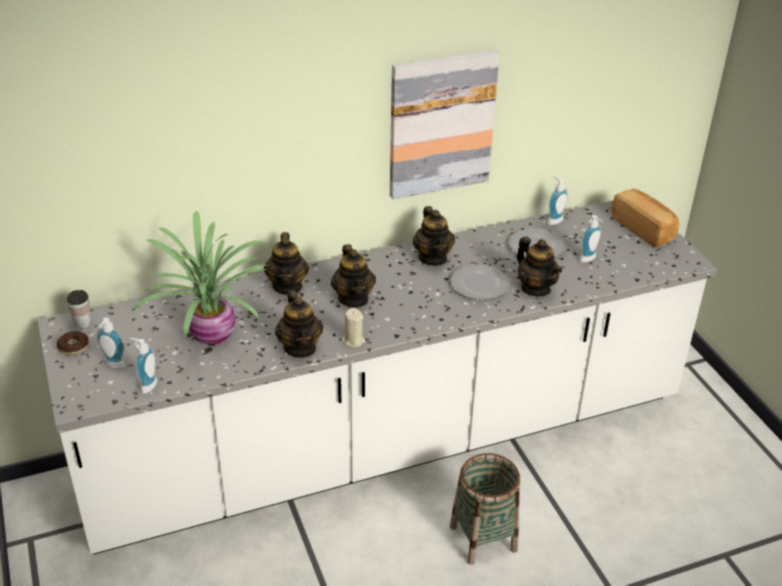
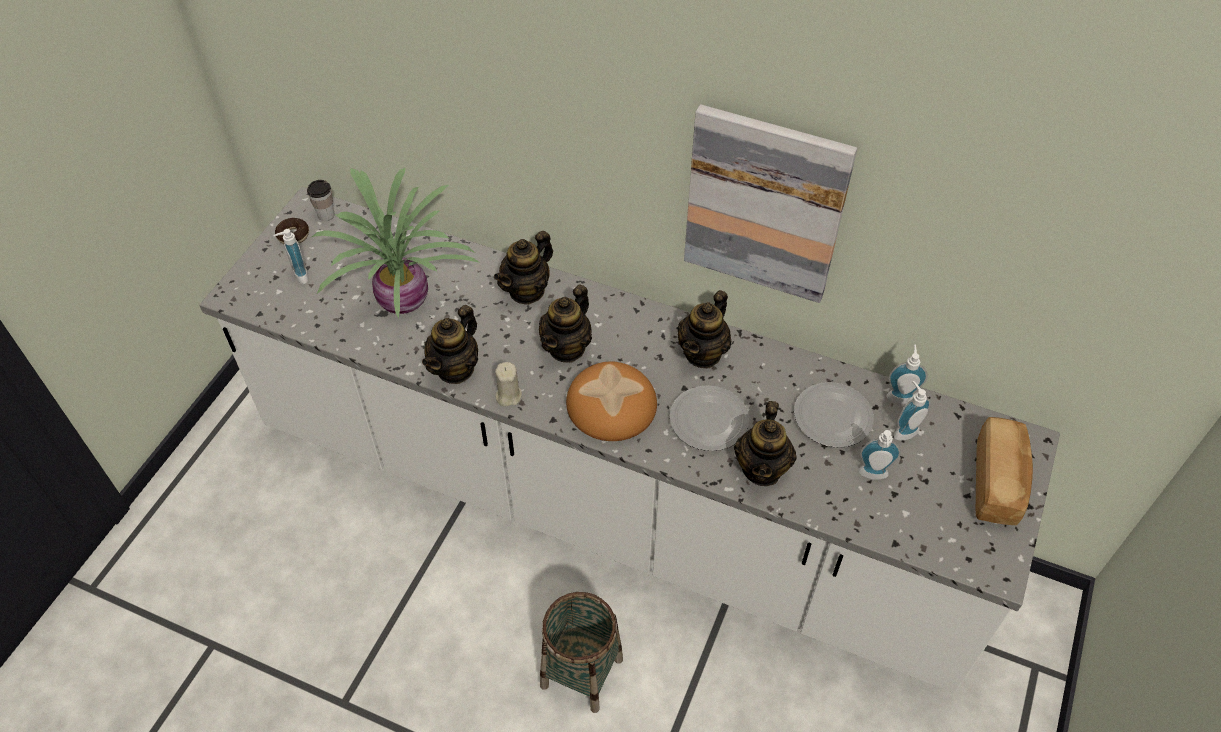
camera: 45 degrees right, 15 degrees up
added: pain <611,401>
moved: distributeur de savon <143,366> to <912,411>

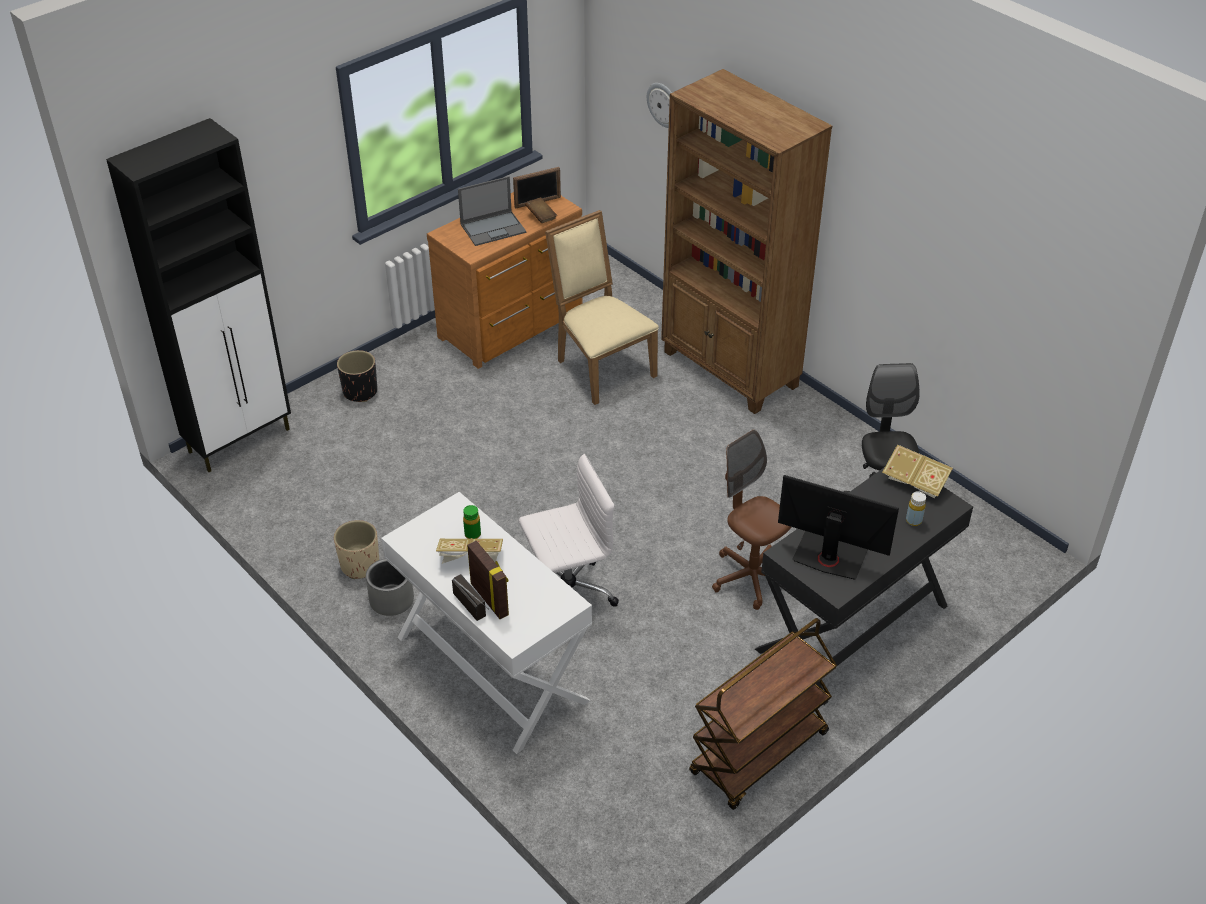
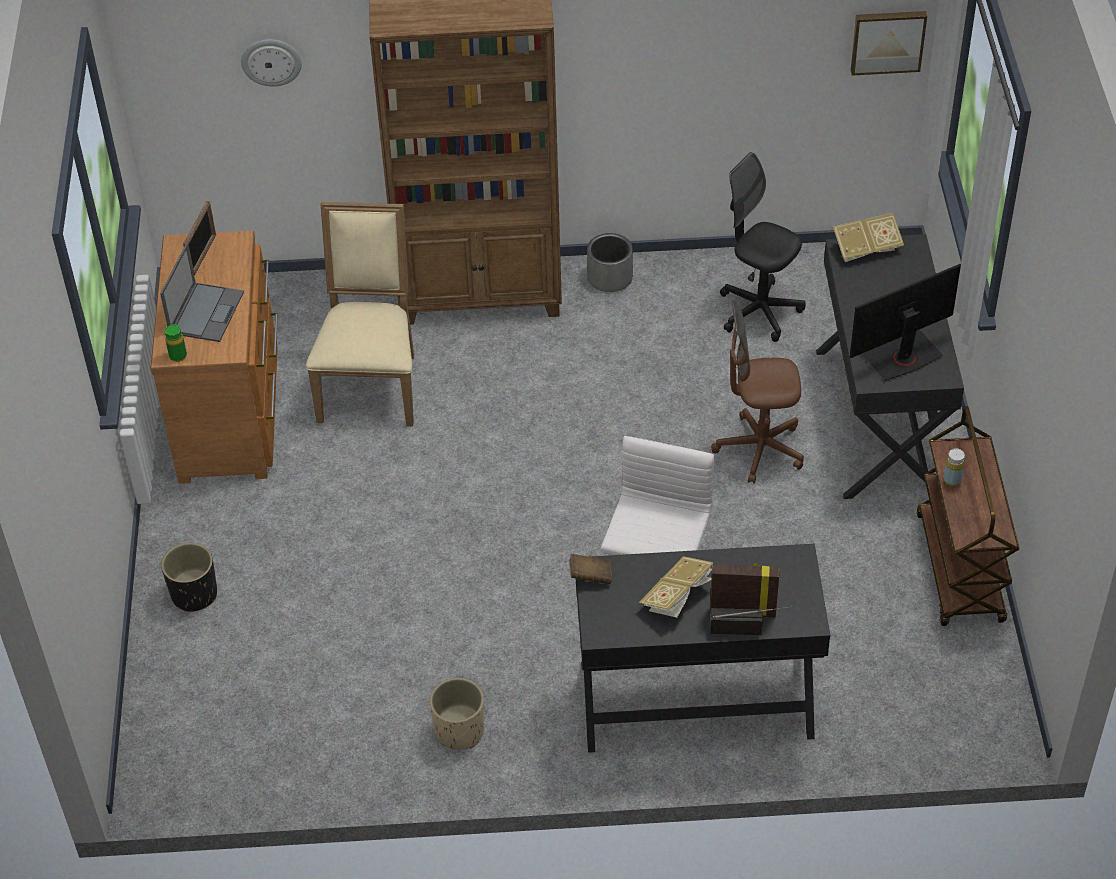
camera: 50 degrees left, 5 degrees up
removed: meuble de rangement [noir] <198,295>
added: tableau <889,43>
moved: livre [marron] <541,210> to <590,569>; bouteille [jaune] <916,508> to <954,467>; bouteille [vert] <472,522> to <176,343>; cache-pot [gris] <390,587> to <610,262>
recoloured: bureau [blanc] <486,623> to bureau [noir] <702,648>
turned: chaise [beige] <602,307> = <360,314> 90 degrees clockwise

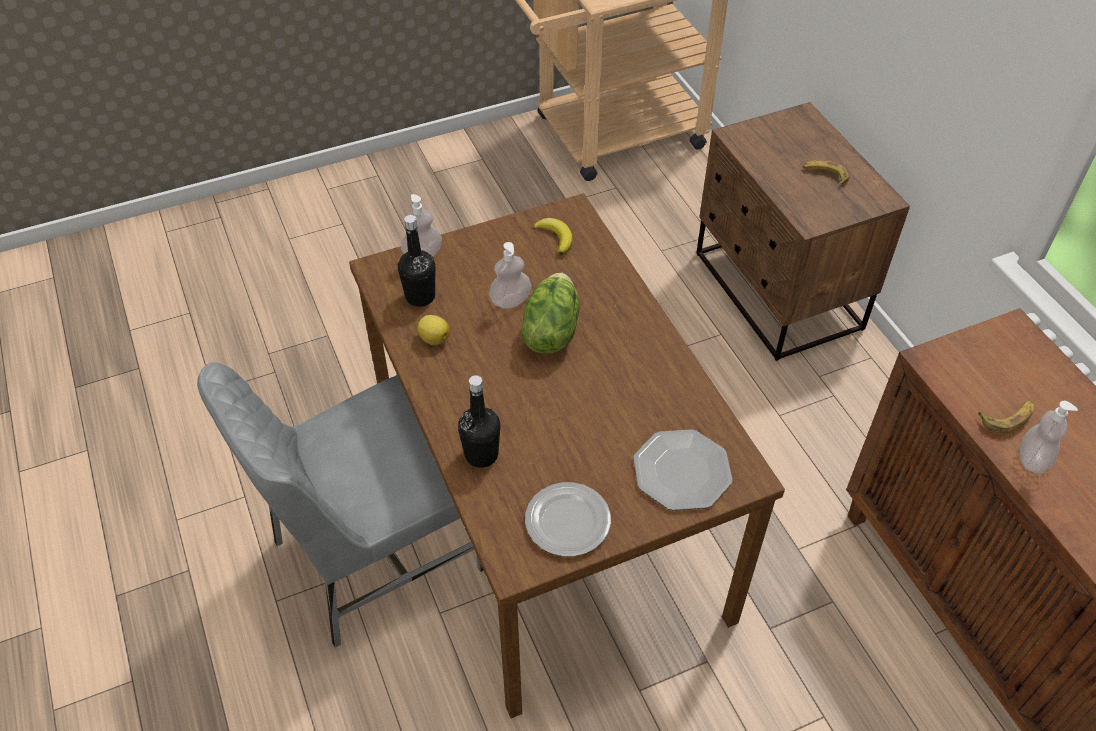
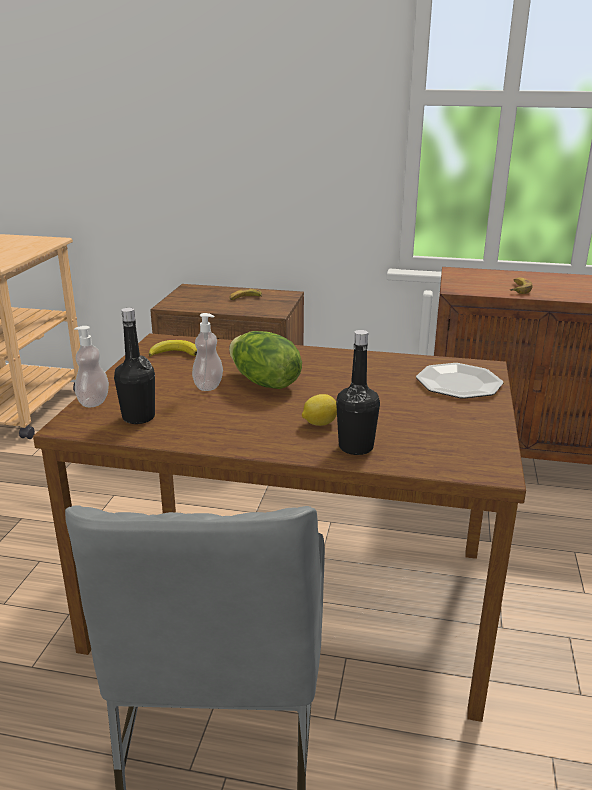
camera: 55 degrees left, 25 degrees down
removed: distributeur de savon <1049,437>; assiette <568,519>
moved: citron <433,330> to <319,410>

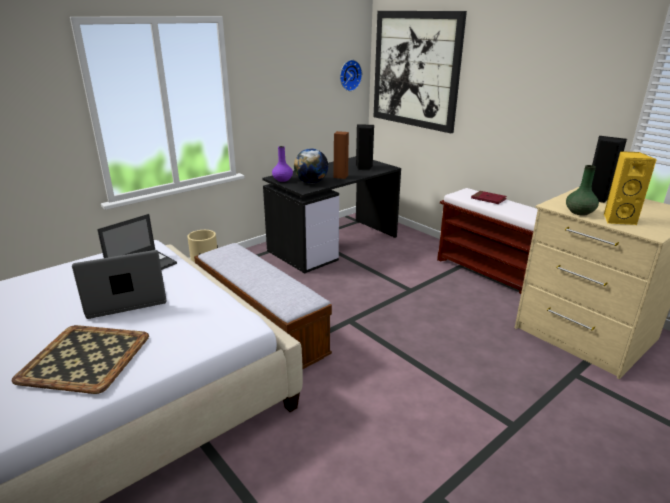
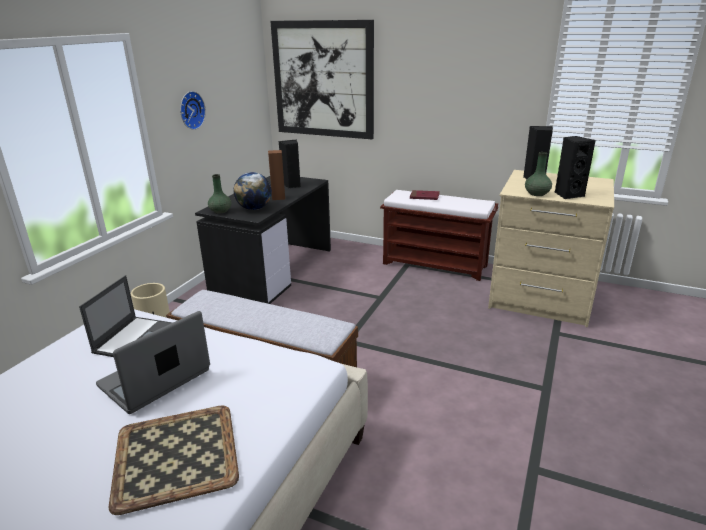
camera: 25 degrees left, 0 degrees up
moved: horloge murale <351,75> to <193,110>
recoloured: vase [violet] <282,164> to vase [vert] <220,194>; enceinte [jaune] <630,188> to enceinte [noir] <575,167>

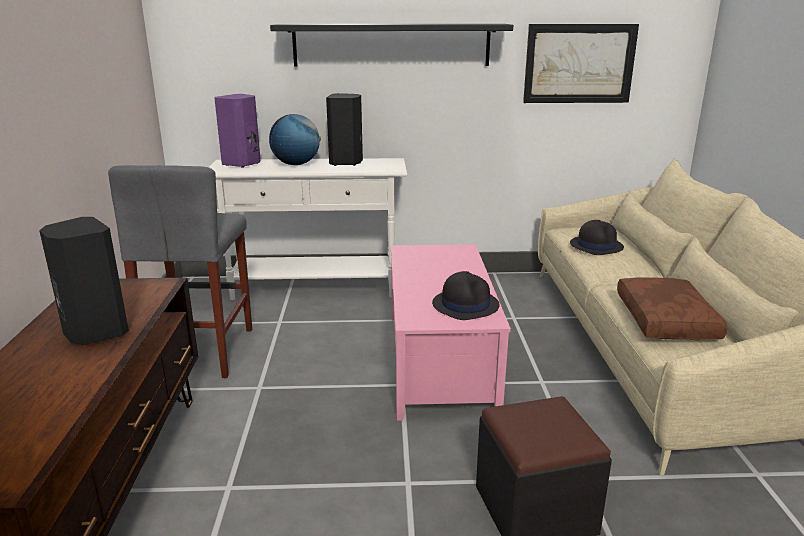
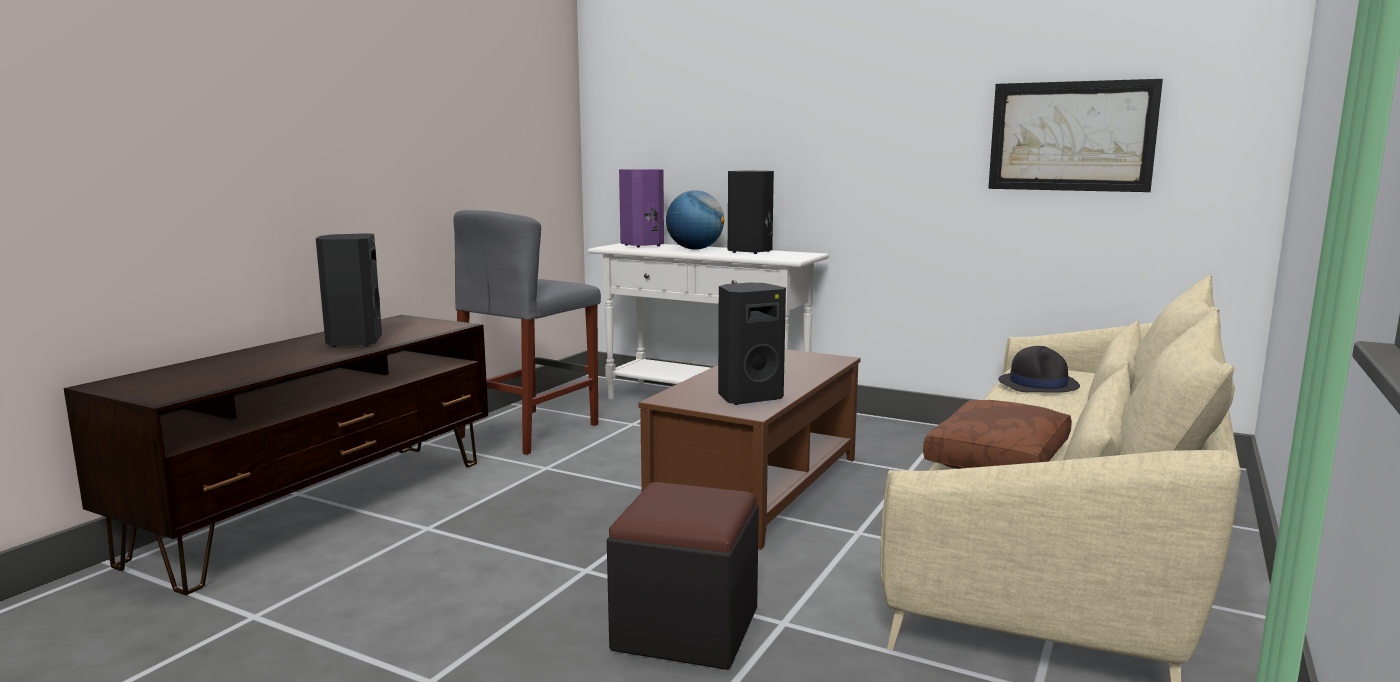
camera: 30 degrees right, 10 degrees down
removed: étagère [noir] <391,45>
replaced: chapeau [noir] <466,295> to enceinte [noir] <752,344>
recoloured: table basse [rose] <451,332> to table basse [marron] <750,449>

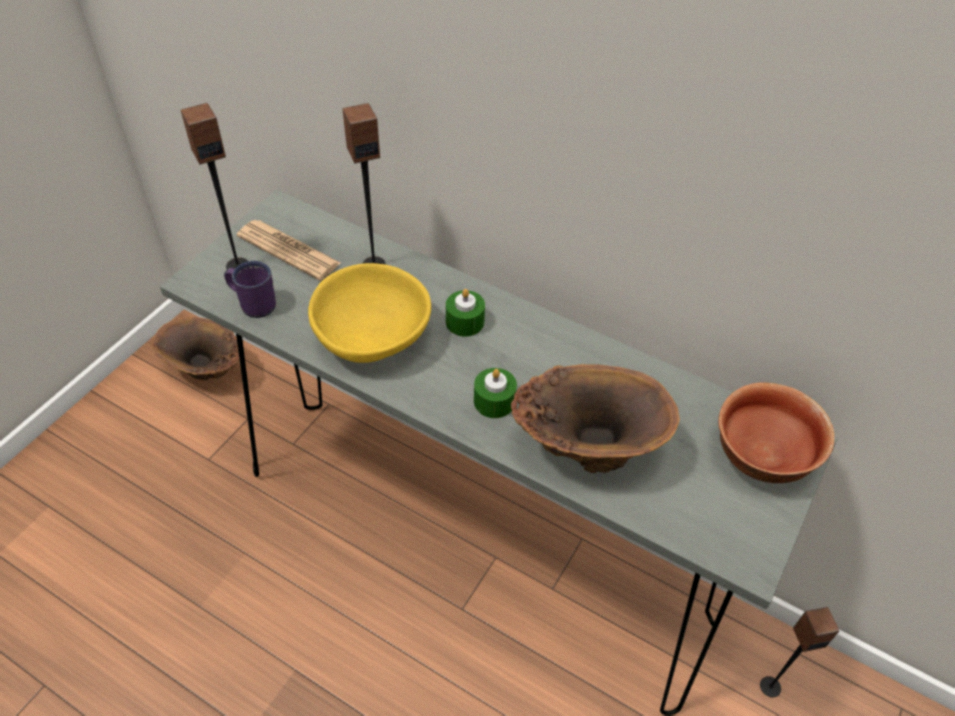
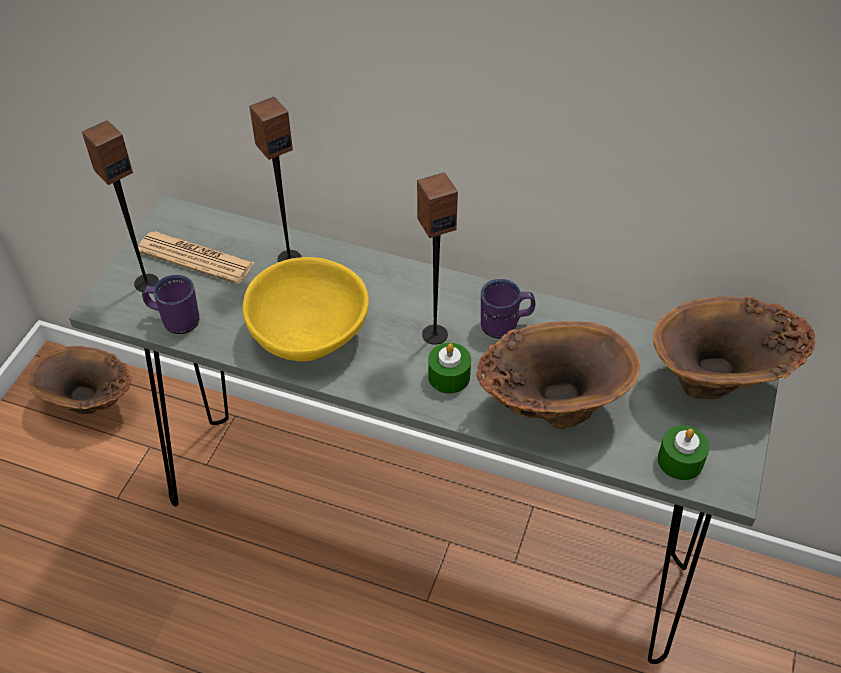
camera: 10 degrees left, 0 degrees up
added: mug [violet] <508,309>
moved: bougie [vert] <465,313> to <683,452>; enceinte <799,652> to <437,258>
replaced: bol <776,432> to vase [marron] <734,347>

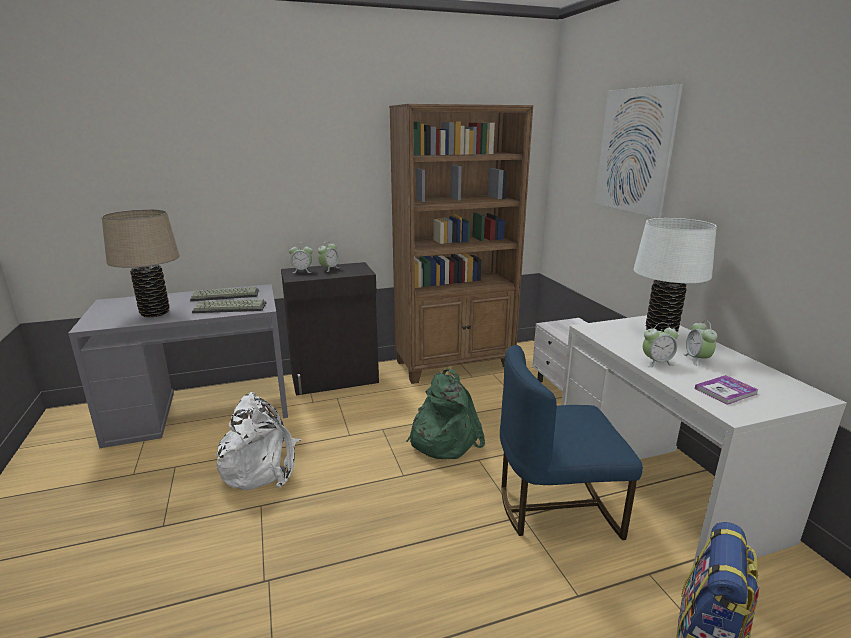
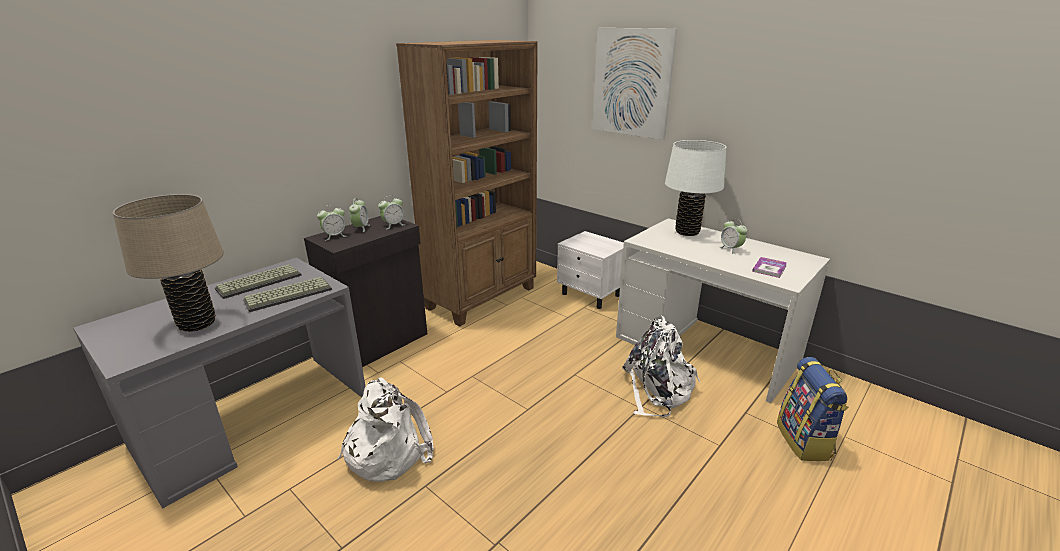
camera: 30 degrees left, 5 degrees up
removed: sac à dos [vert] <446,414>
moved: réveil <661,345> to <391,212>
replaced: chaise [bleu] <571,442> to sac à dos [blanc] <661,366>

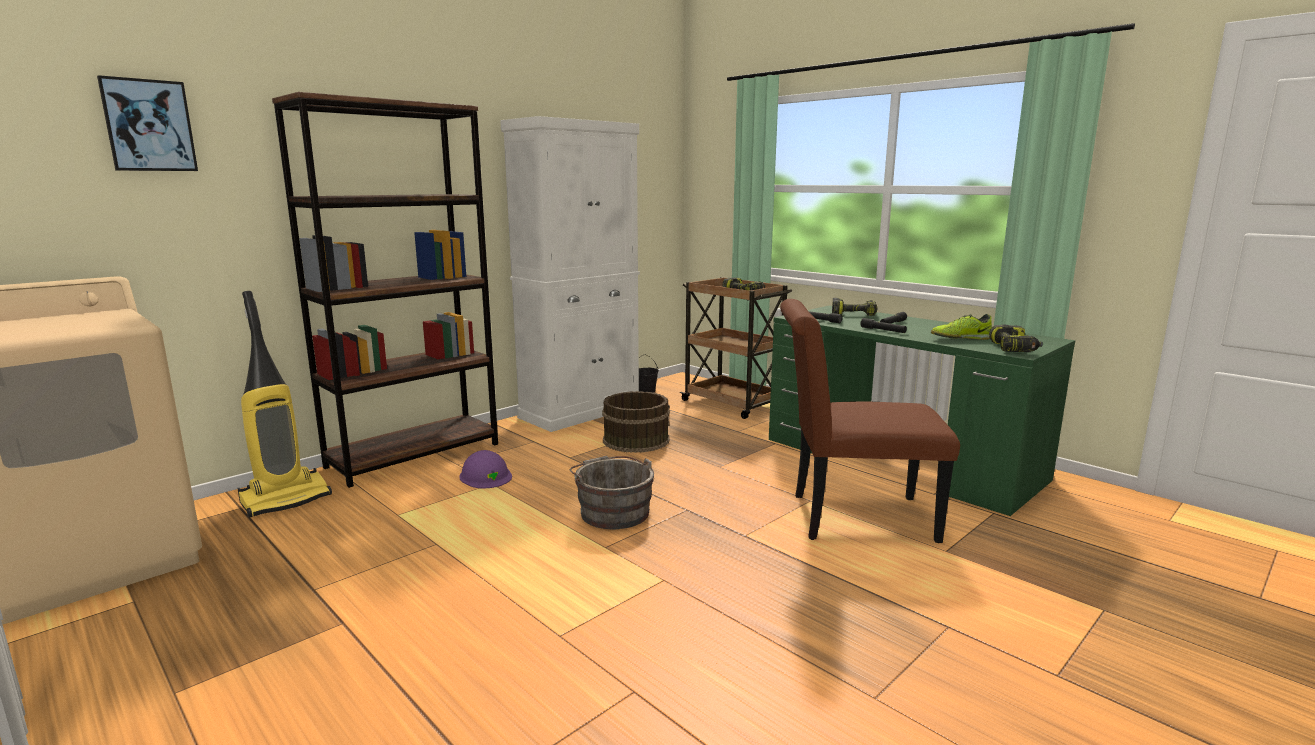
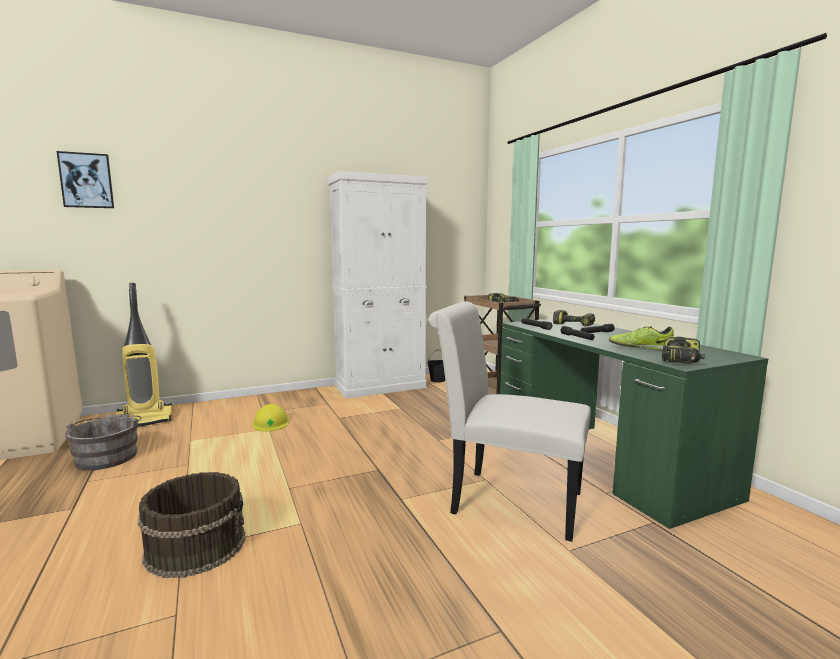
camera: 20 degrees right, 5 degrees down
removed: bibliothèque [marron] <385,290>
moved: seau [marron] <636,422> to <191,525>; seau [gris] <612,492> to <103,442>
recoloured: chaise [marron] <870,421> to chaise [blanc] <509,421>; casque de chantier [violet] <485,469> to casque de chantier [jaune] <271,418>

